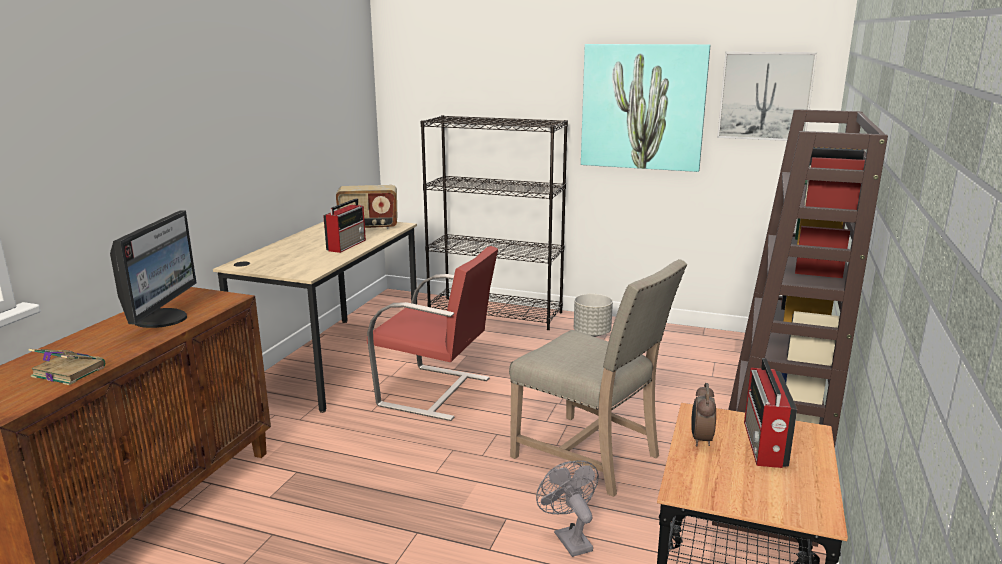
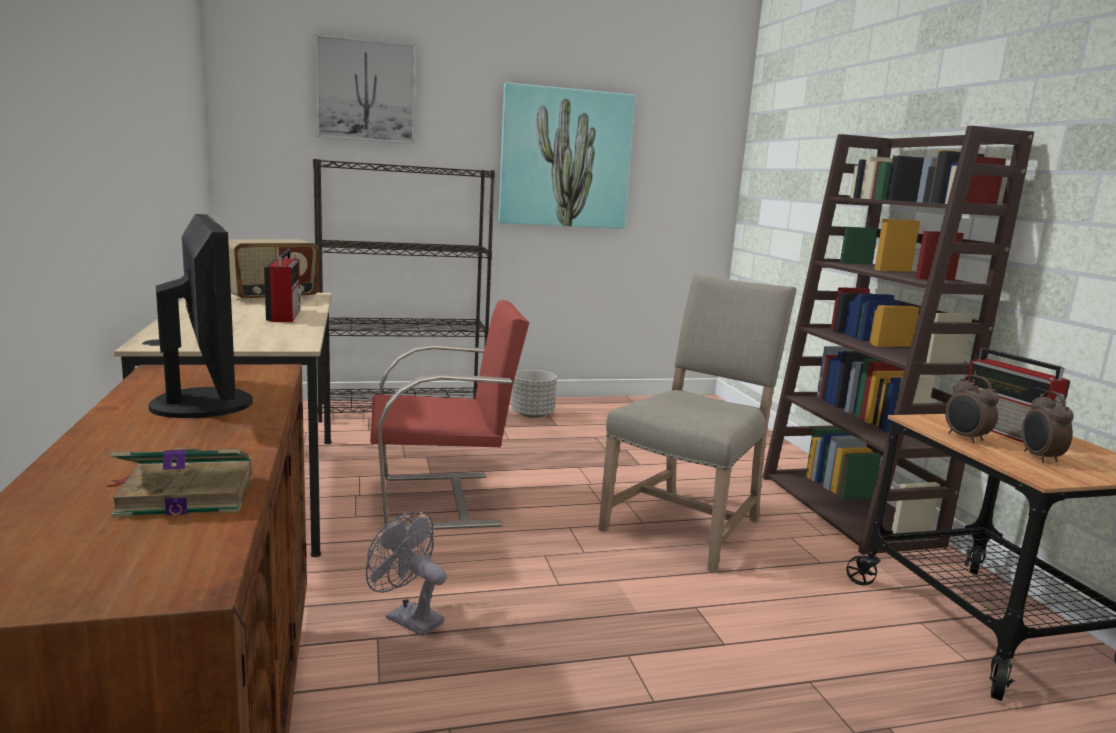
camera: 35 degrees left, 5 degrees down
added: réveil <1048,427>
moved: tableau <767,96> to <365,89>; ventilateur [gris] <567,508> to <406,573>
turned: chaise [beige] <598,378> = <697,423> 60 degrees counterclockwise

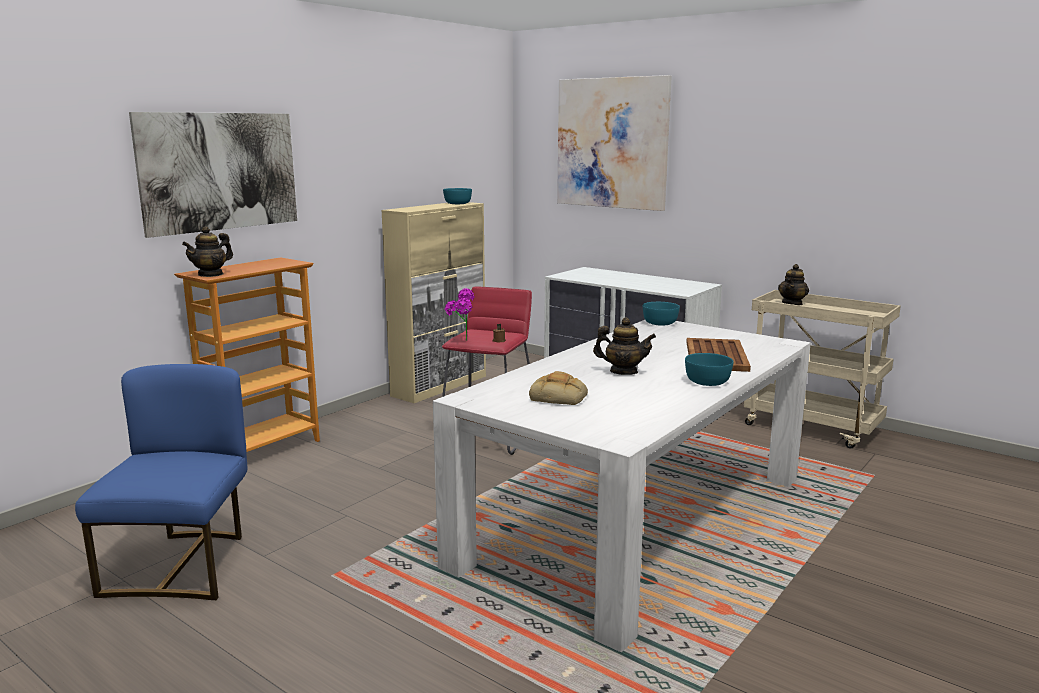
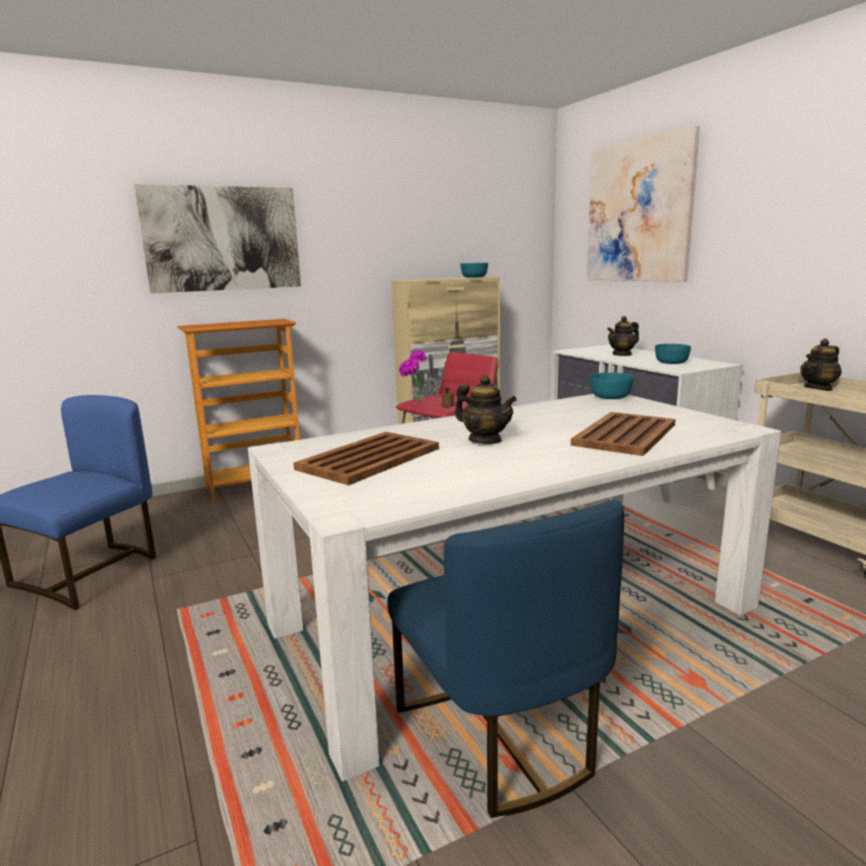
camera: 25 degrees right, 0 degrees up
added: chaise [bleu] <505,659>
moved: théière <207,251> to <623,336>; bol [turquoise] <709,369> to <673,354>
replaced: pain <558,388> to plateau [marron] <366,458>

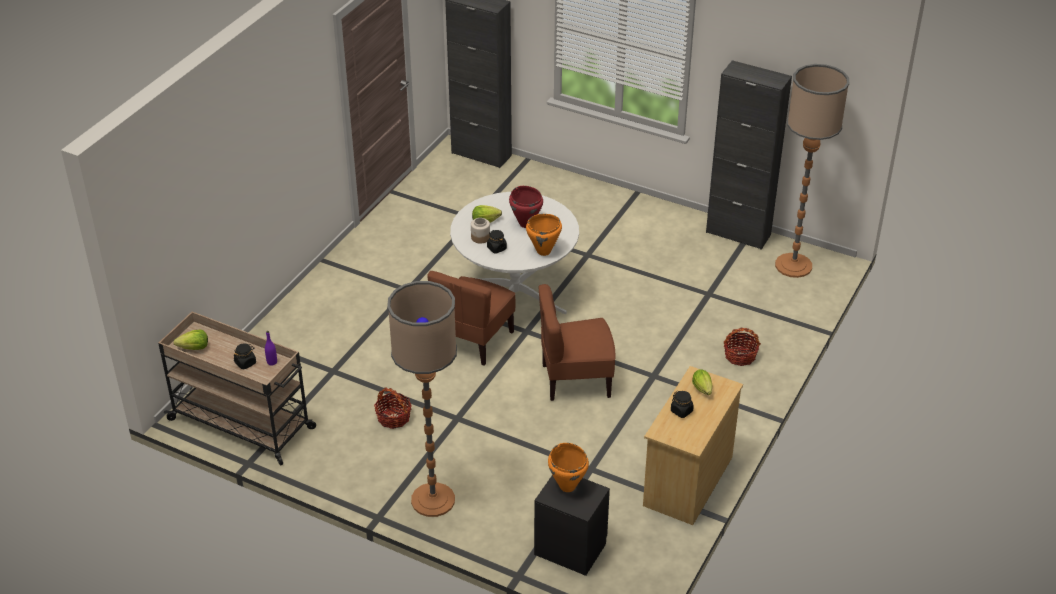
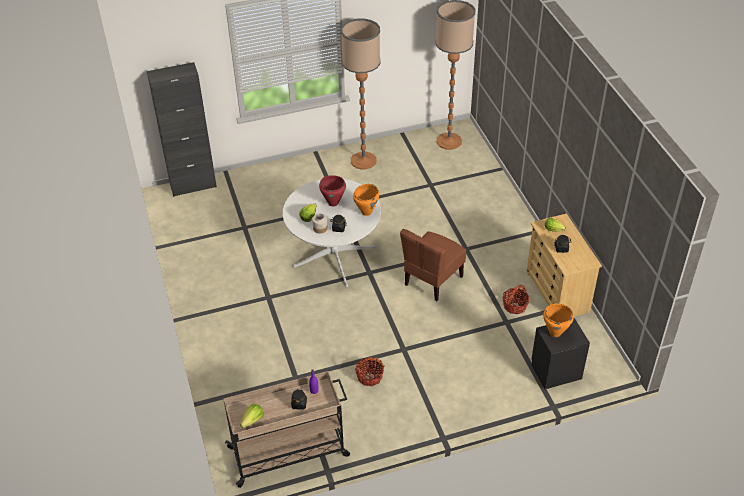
camera: 45 degrees left, 5 degrees up
removed: meuble de rangement [noir] <749,155>; chaise [marron] <471,318>
moved: lampadaire <422,399> to <360,93>; panier <742,347> to <516,299>

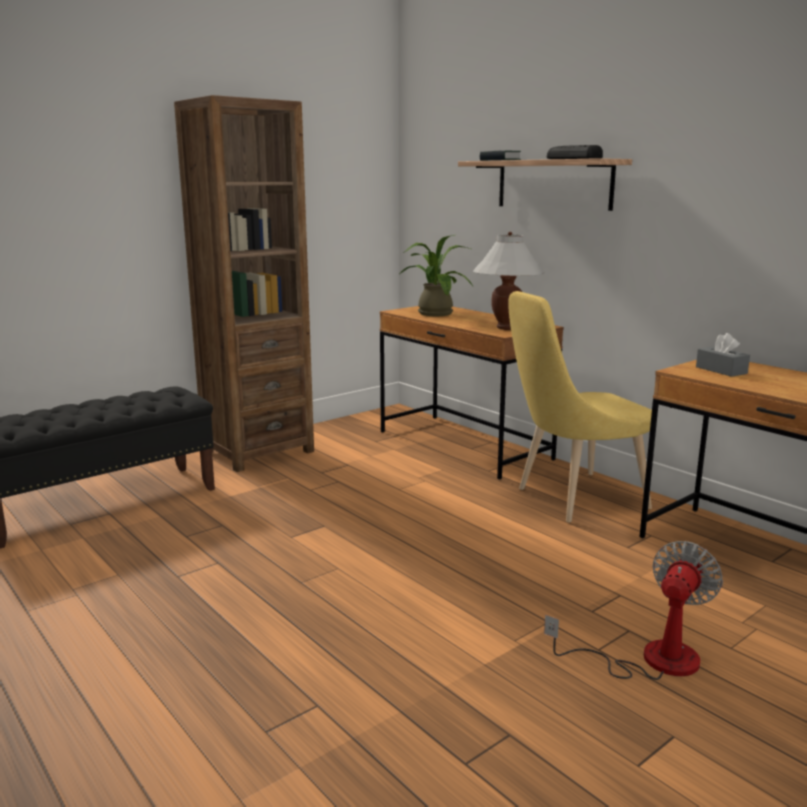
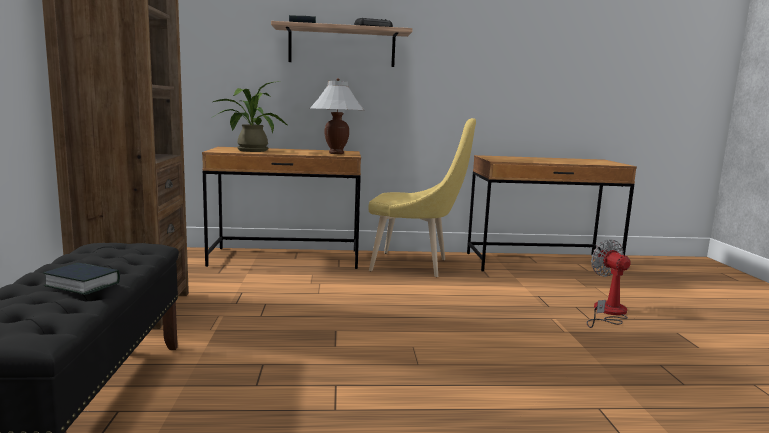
camera: 55 degrees left, 5 degrees down
removed: boîte à mouchoirs [gris] <723,355>
added: livre <81,279>
turned: chaise [jaune] <580,407> = <422,197> 90 degrees counterclockwise

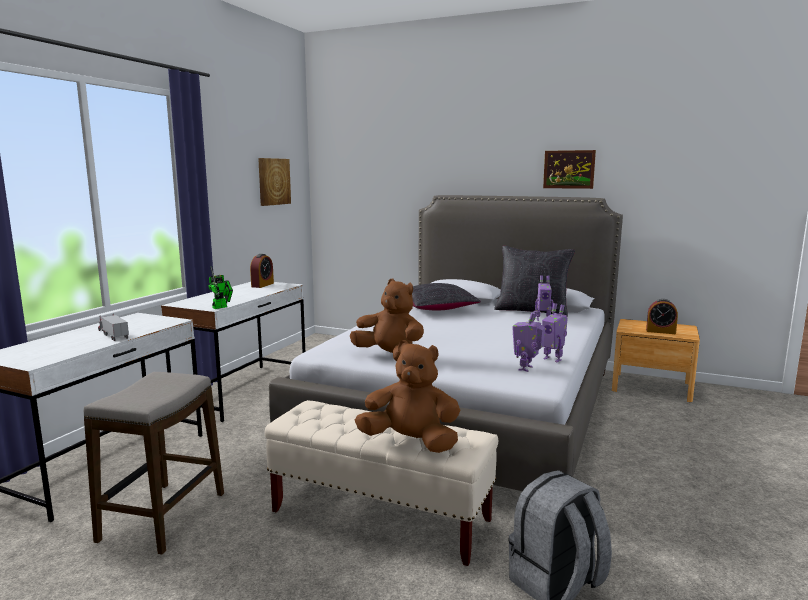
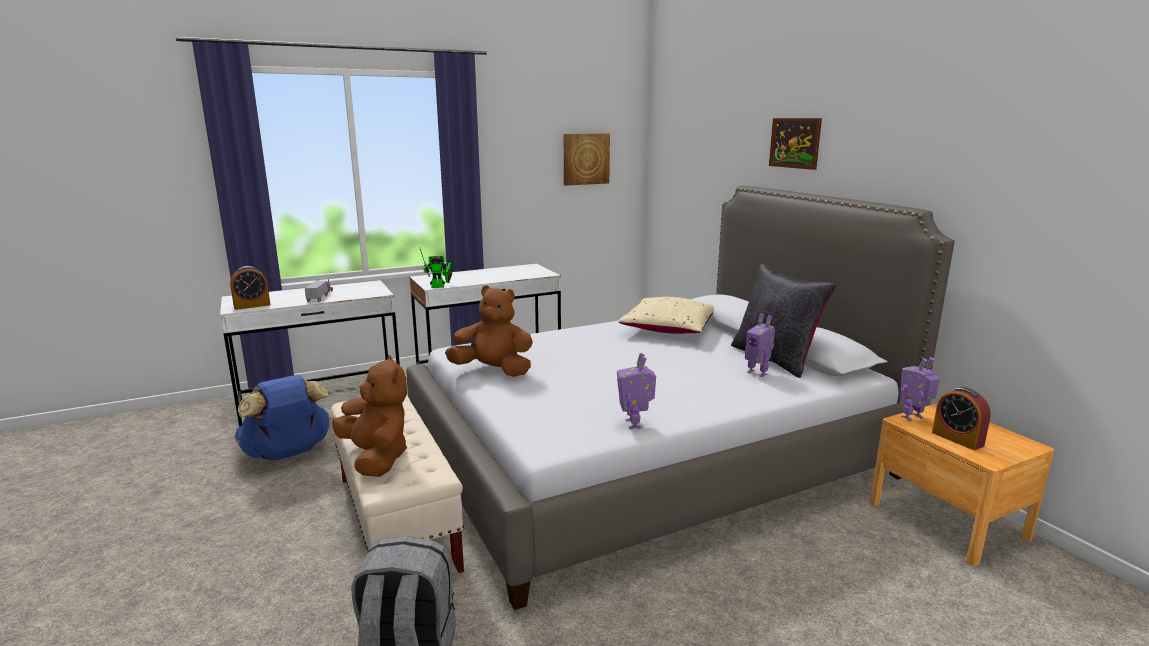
camera: 40 degrees right, 5 degrees up
moved: tableau <569,169> to <795,144>; réveil <262,271> to <250,288>; robot jouet <528,341> to <920,389>
replaced: tabouret <154,463> to sac à dos [bleu] <283,417>
recoloured: coussin [noir] <446,297> to coussin [beige] <666,315>
turned: peluche [marron] <387,320> = <489,331> 60 degrees counterclockwise

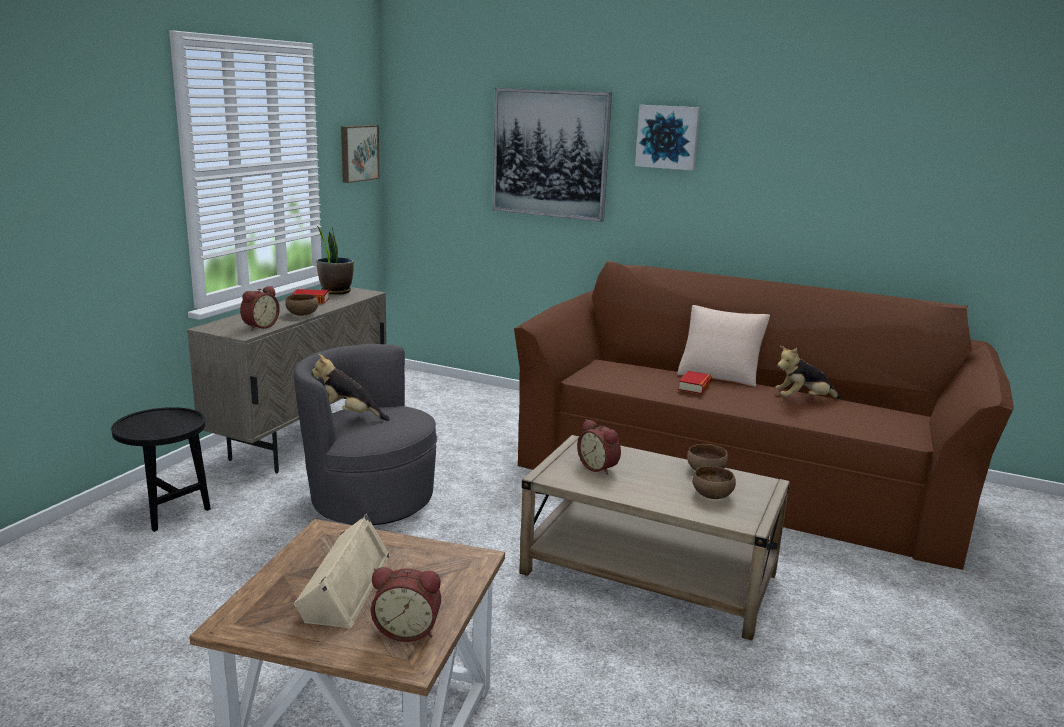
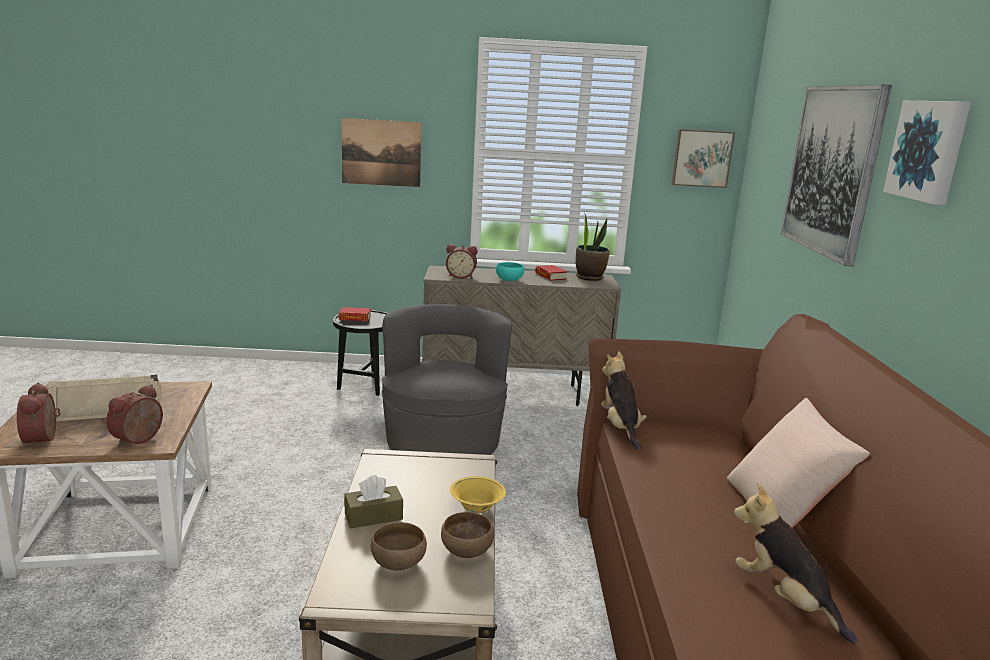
camera: 65 degrees right, 0 degrees up
added: tableau <381,152>; boîte à mouchoirs [marron] <373,502>; bol [jaune] <478,494>
moved: peluche <351,387> to <624,400>; livre <695,382> to <355,314>; réveil <599,447> to <134,415>
recoloured: bol [marron] <301,305> to bol [turquoise] <510,271>

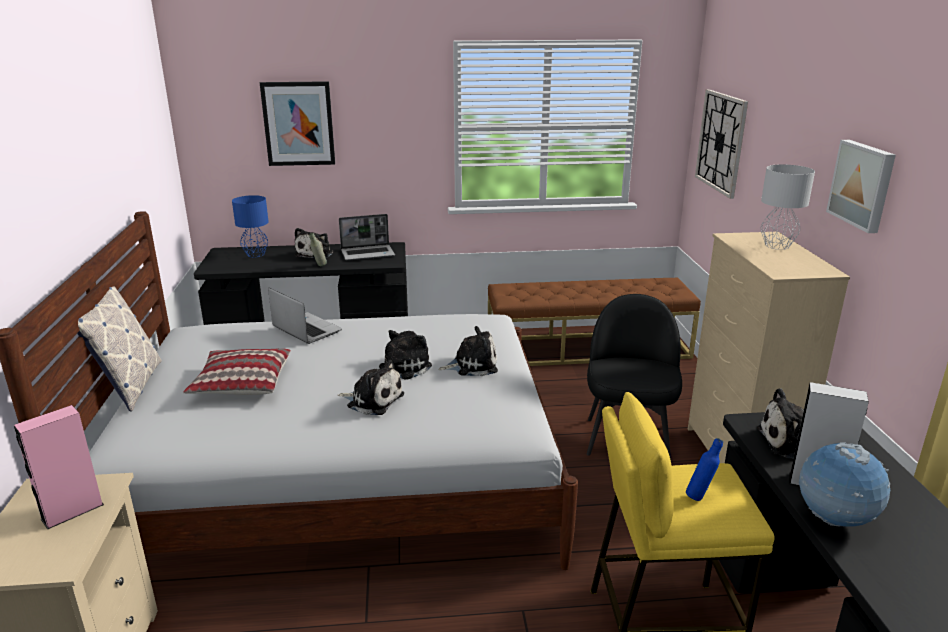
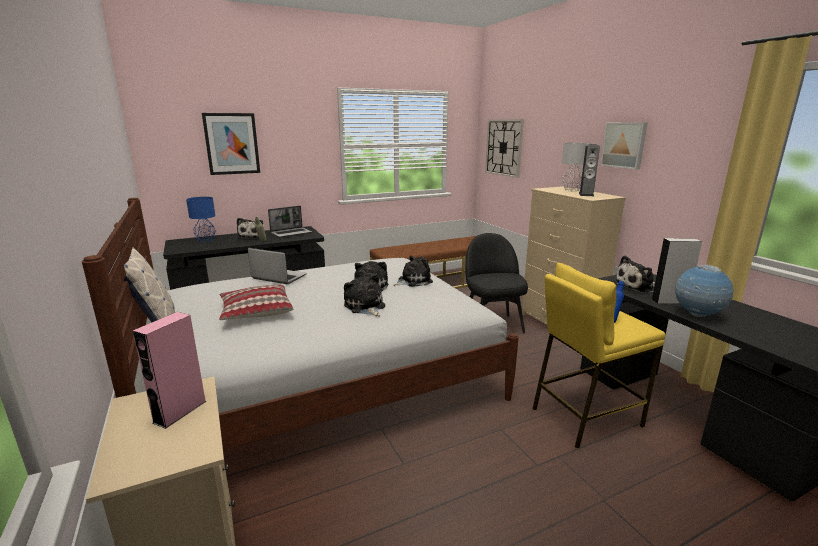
camera: 20 degrees left, 5 degrees down
added: enceinte <589,170>
turned: peluche <371,387> = <364,295> 120 degrees counterclockwise

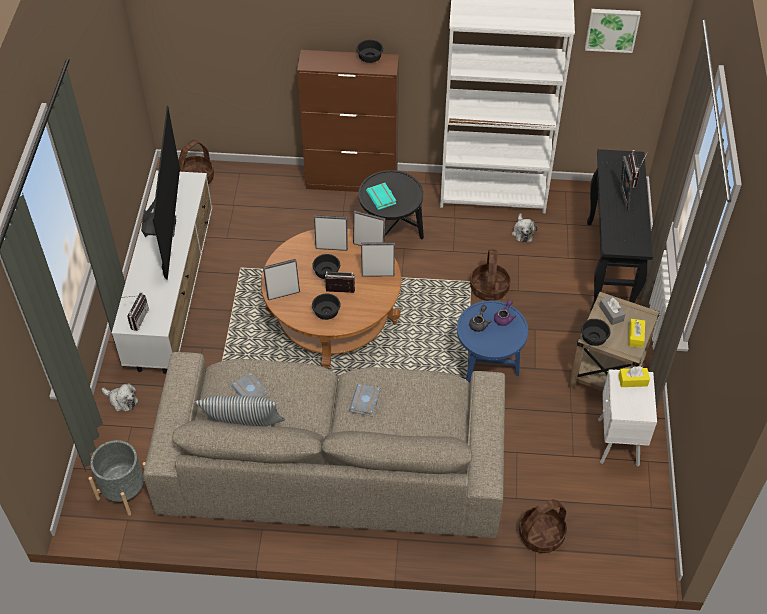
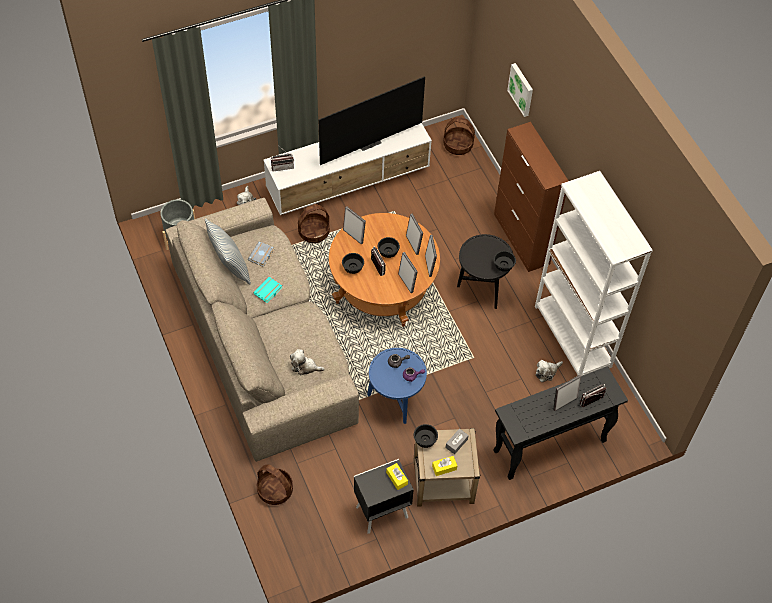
camera: 60 degrees right, 5 degrees up
removed: livre [gris] <364,400>
added: peluche <307,362>
moved: tableau <613,31> to <520,90>; bol [noir] <369,51> to <505,261>; livre [turquoise] <381,196> to <267,290>; panier <490,275> to <314,223>
recoloured: table de chevet [blanc] <627,417> to table de chevet [noir] <384,496>

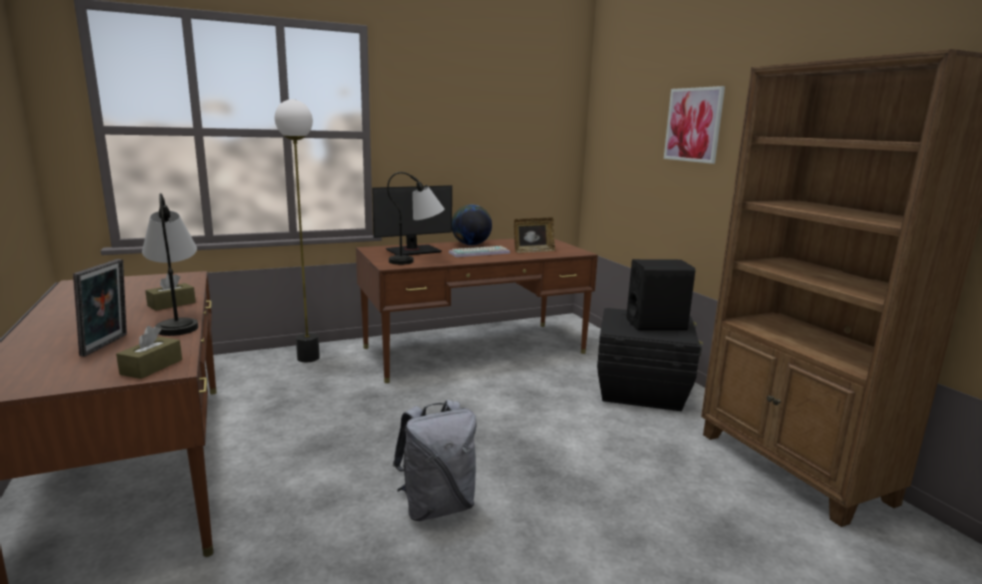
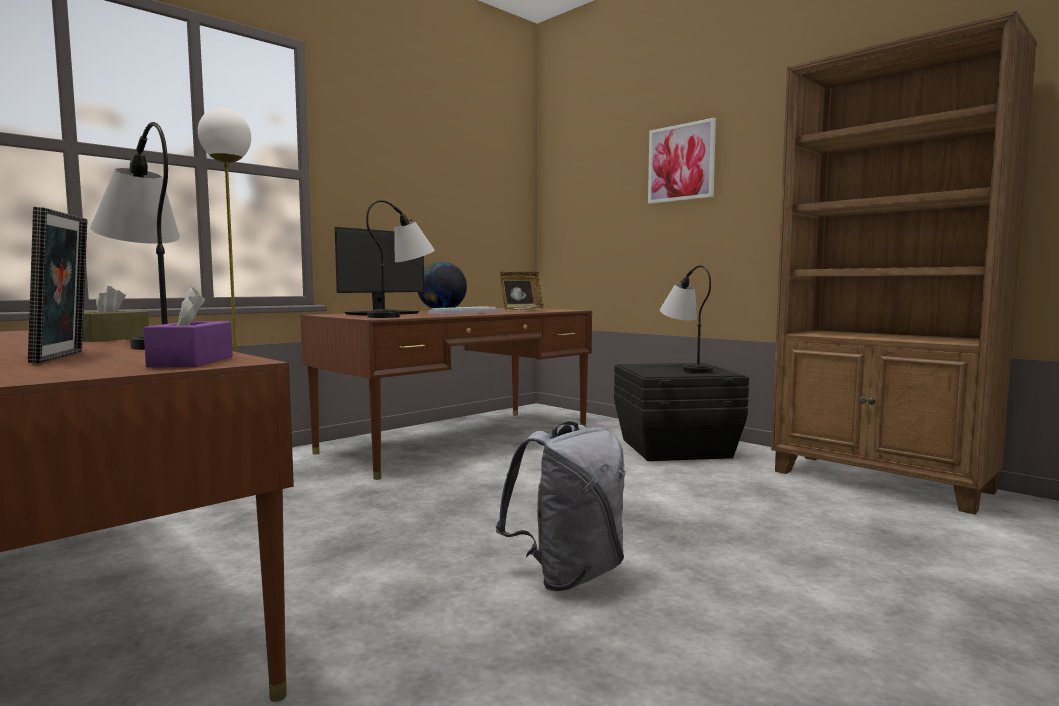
camera: 20 degrees left, 10 degrees down
replaced: enceinte [noir] <660,294> to lampe de table <686,319>
recoloured: boîte à mouchoirs [marron] <149,352> to boîte à mouchoirs [violet] <188,327>

